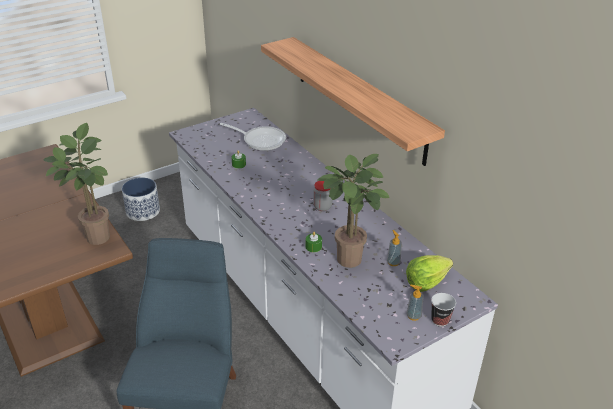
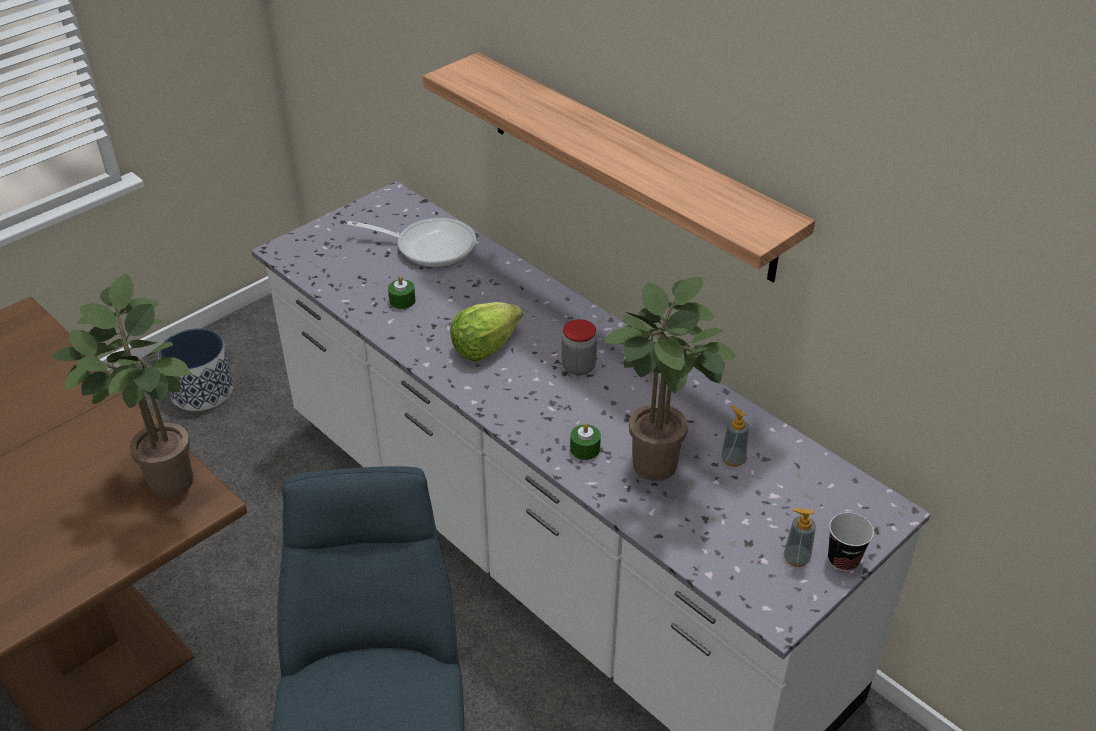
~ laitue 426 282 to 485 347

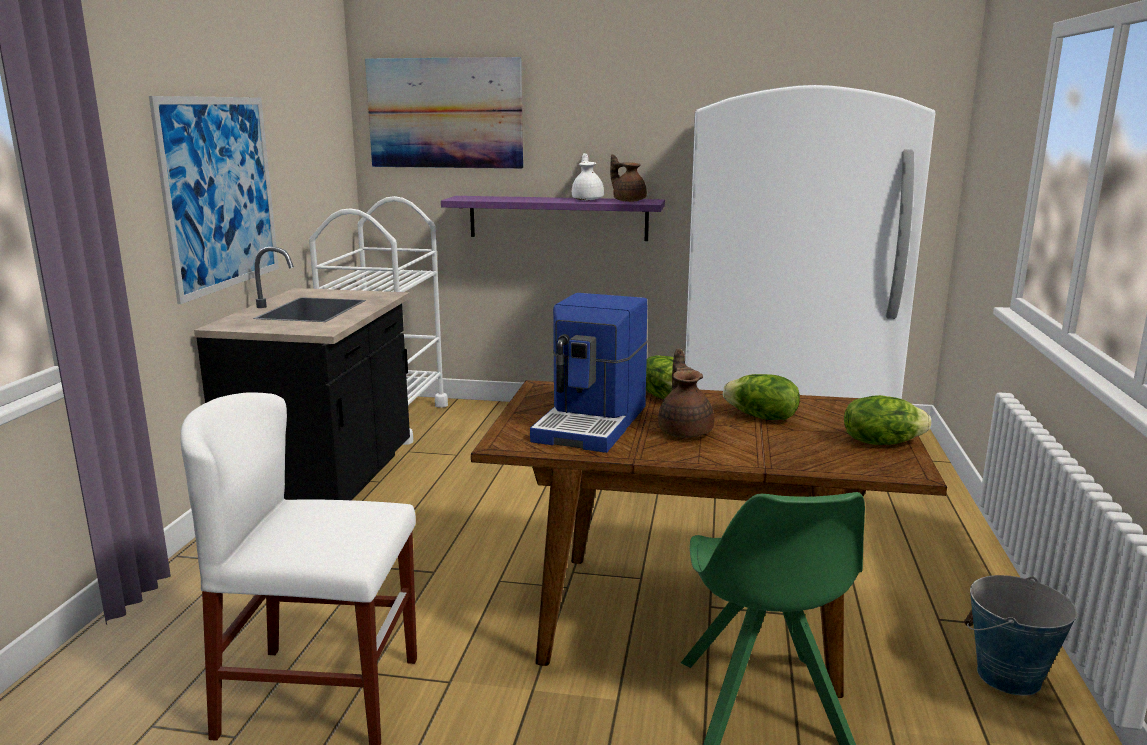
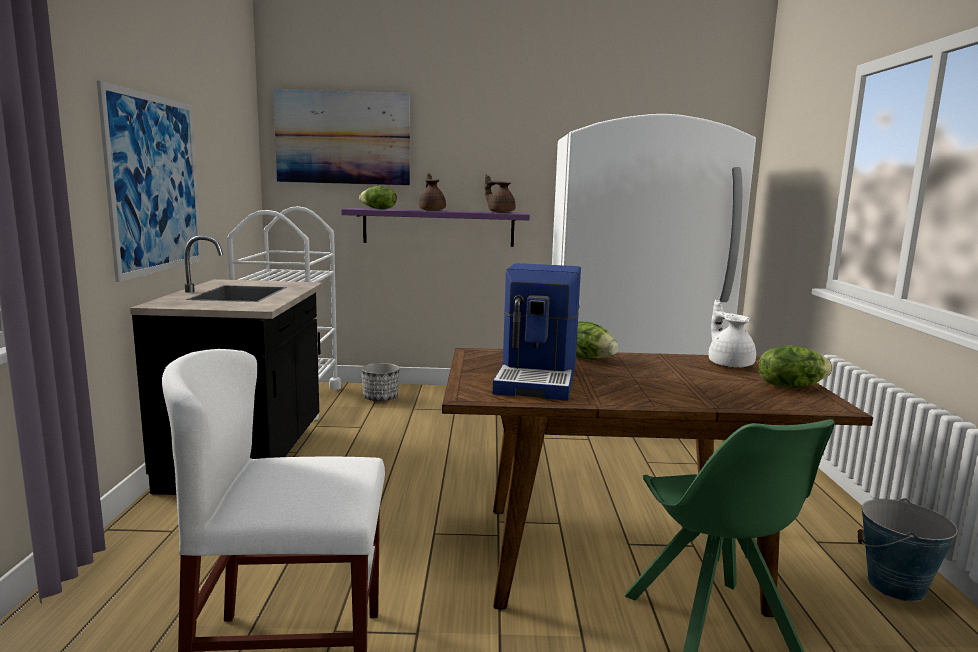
+ cache-pot 380 398
~ théière (blanc) 588 199 to 729 364
~ théière (marron) 685 431 to 432 210
~ laitue 761 417 to 378 209

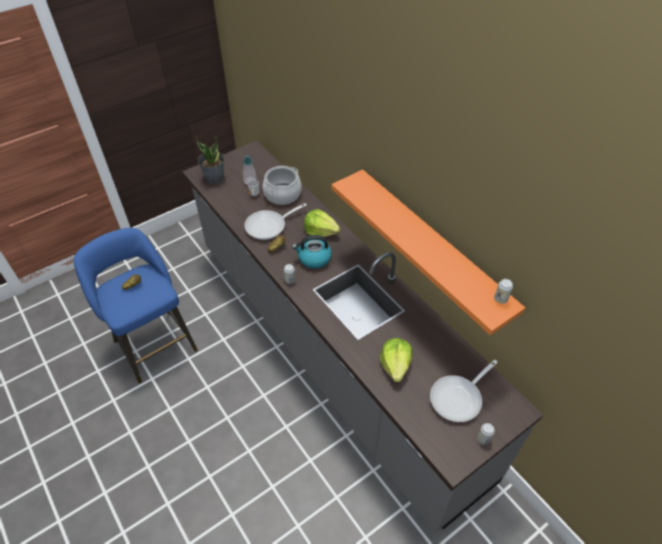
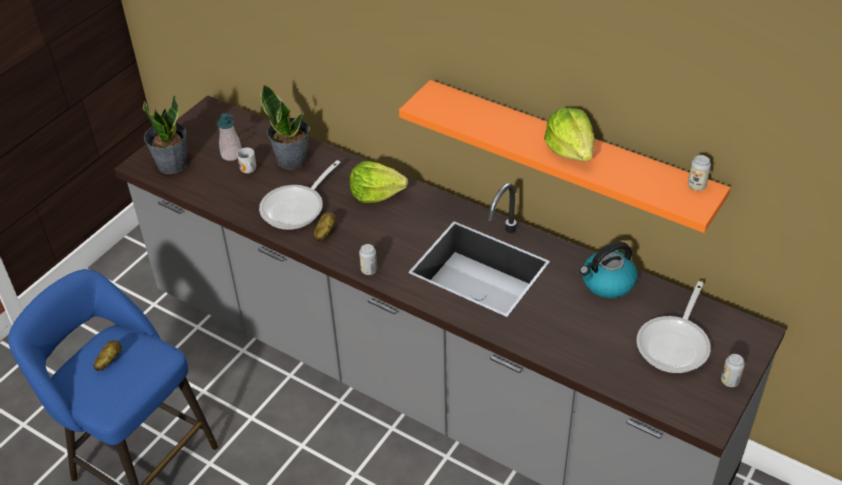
~ bouilloire 314 259 to 607 283
~ laitue 395 365 to 570 150
~ marmite 282 194 to plante en pot 292 159

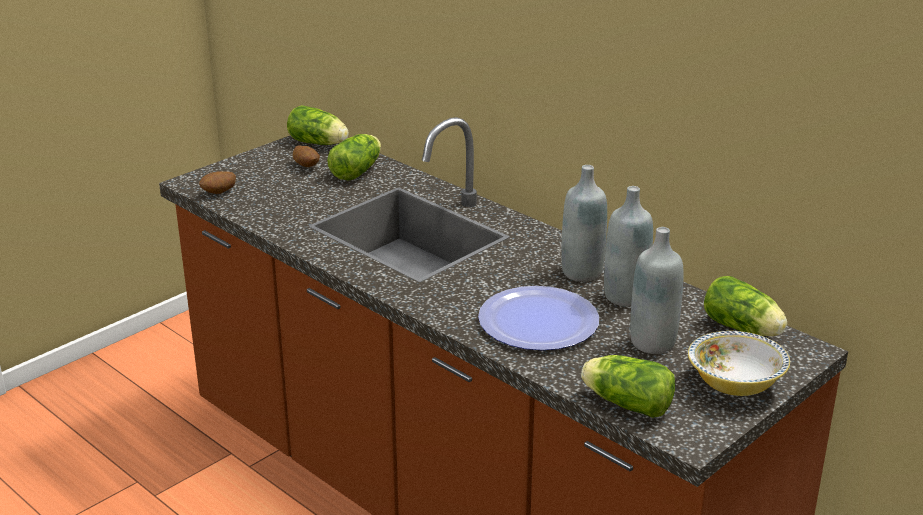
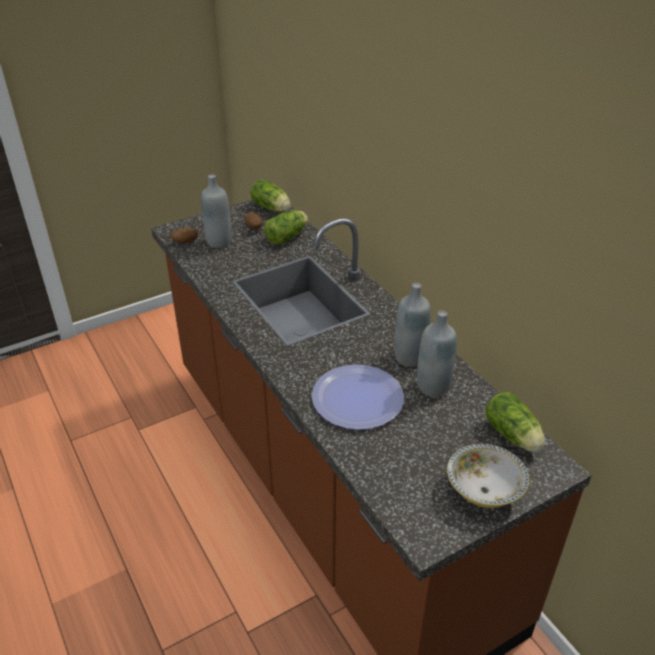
- laitue 625 403
~ bouteille (gris) 652 343 to 219 242

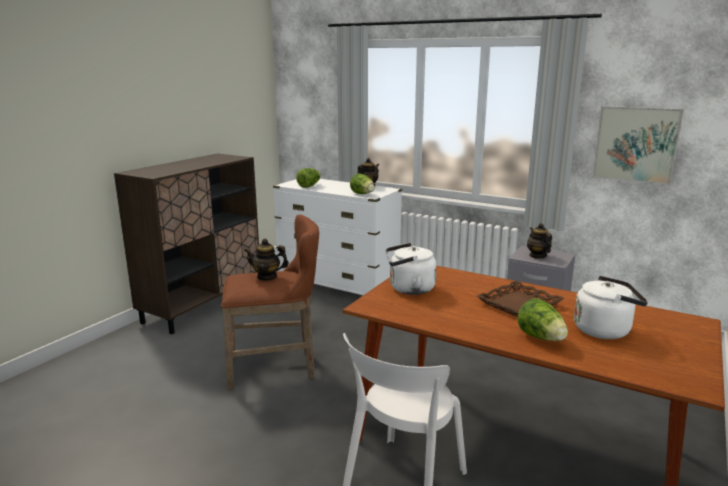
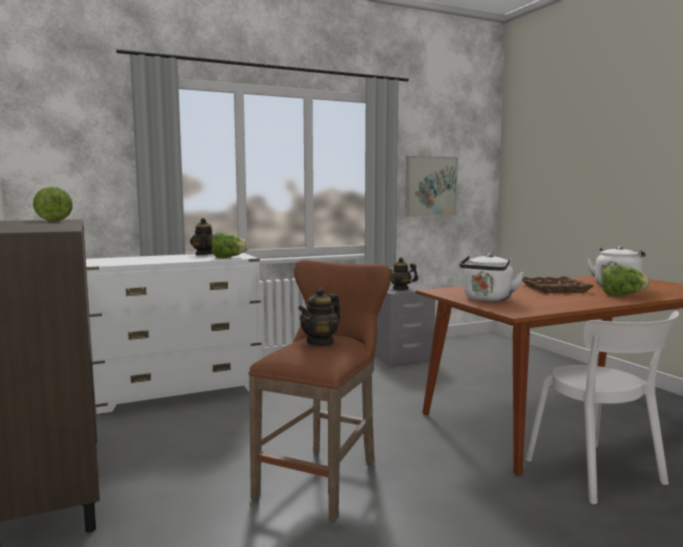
~ laitue 309 186 to 55 220

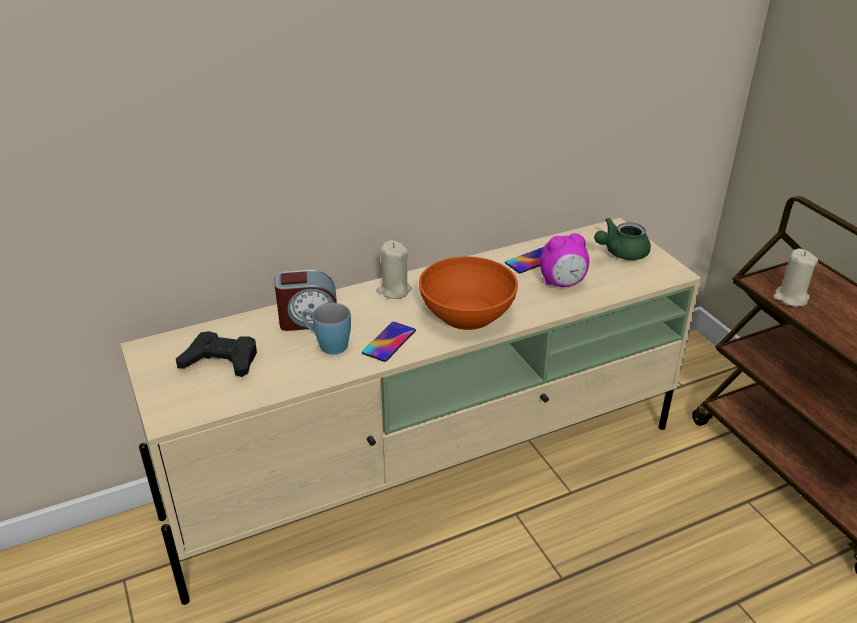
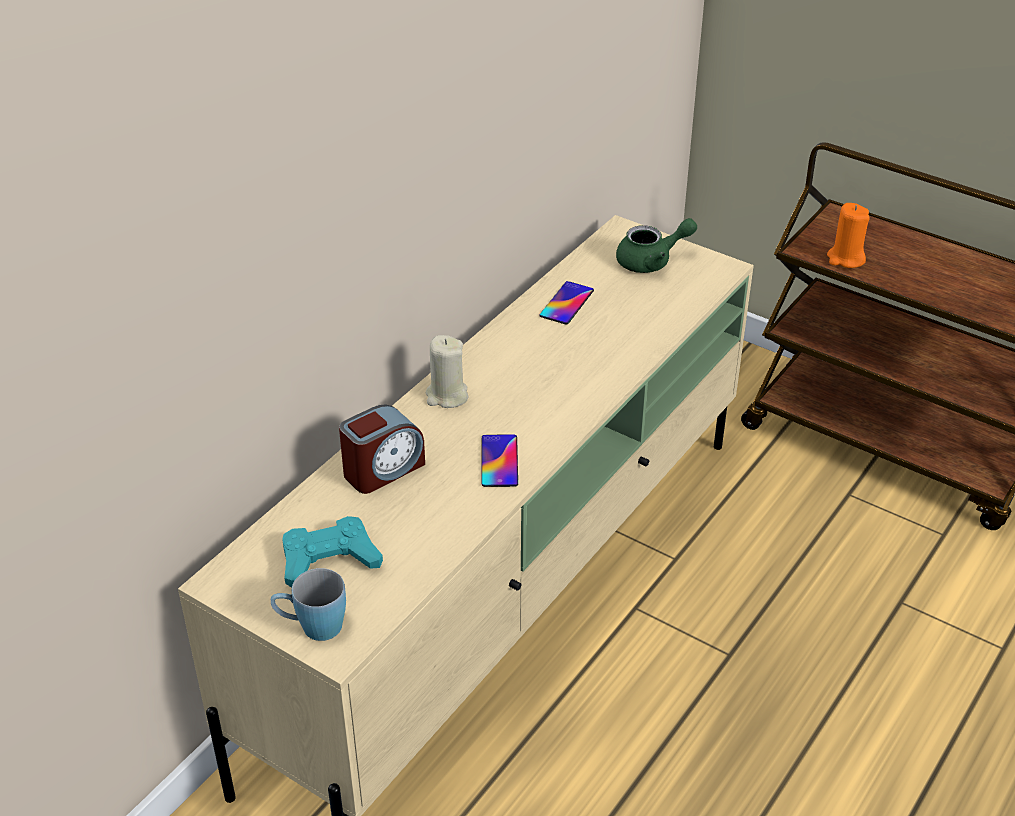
- bol (orange) 466 314
- réveil 562 284
~ mug (bleu) 327 344 to 312 627
~ manette (noir) 221 360 to manette (turquoise) 329 559
~ bougie (beige) 790 298 to bougie (orange) 845 258
~ théière (vert) 620 253 = 651 261 135 degrees counterclockwise

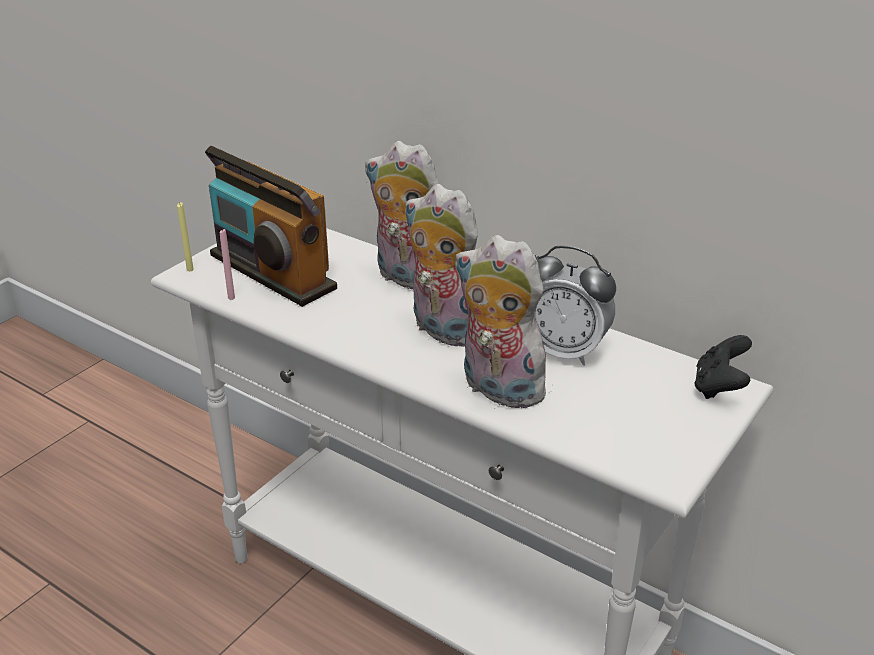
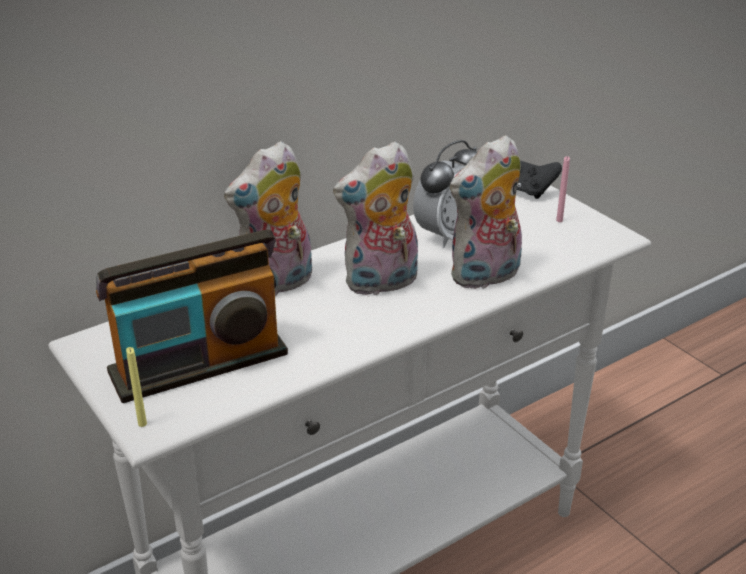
~ bougie (rose) 231 298 to 559 220

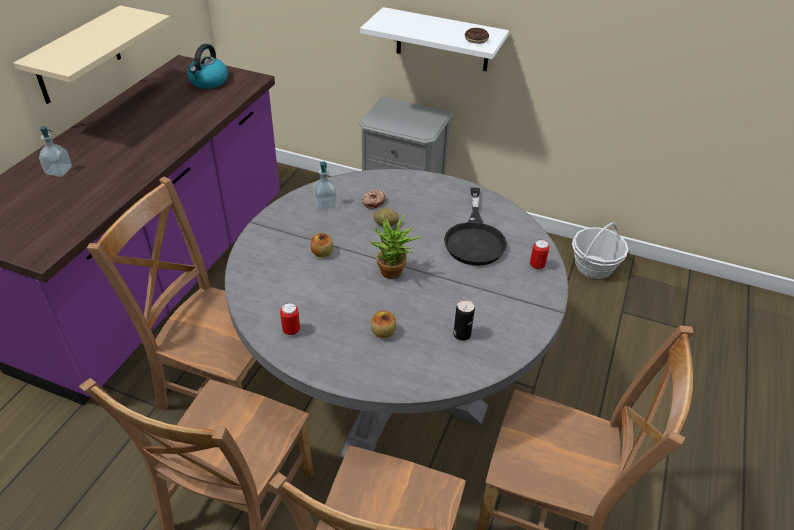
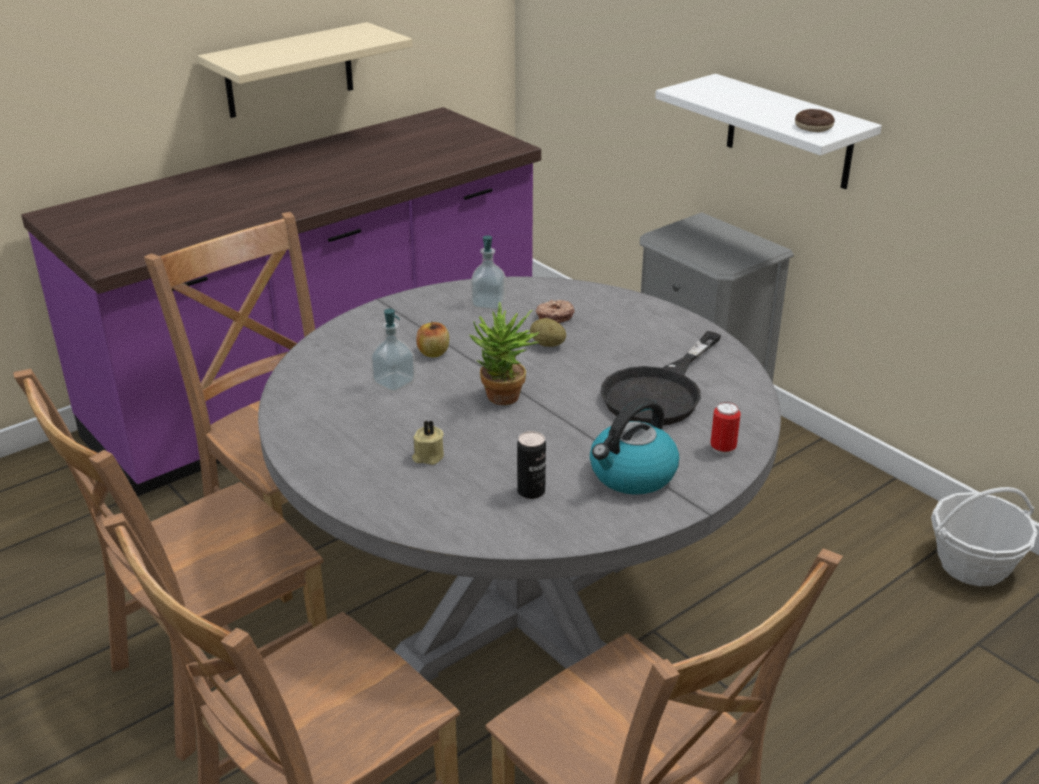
- boîte métallique 291 331
~ distributeur de savon 59 171 to 394 383
~ bouilloire 208 82 to 632 475
~ pomme 383 332 to bougie (beige) 428 456

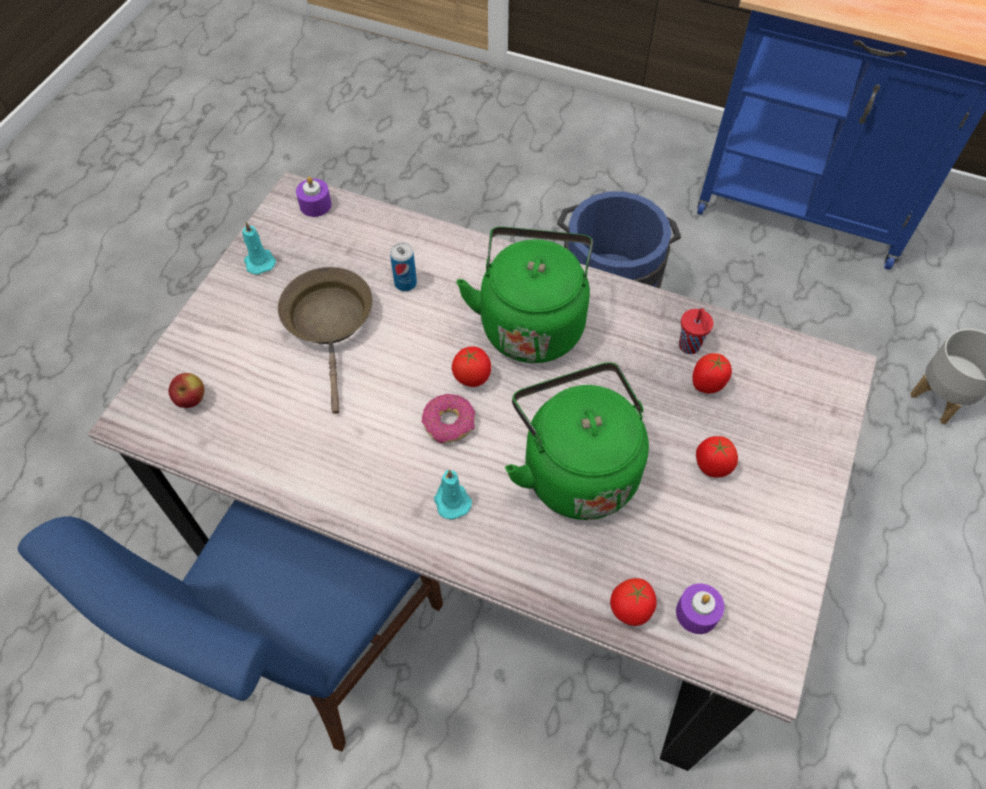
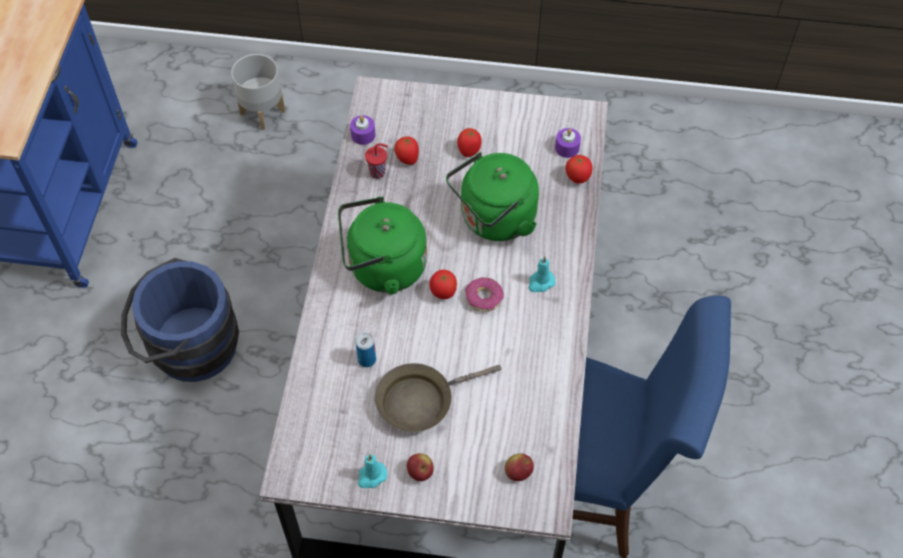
+ pomme 420 472
~ bougie (violet) 315 205 to 363 135

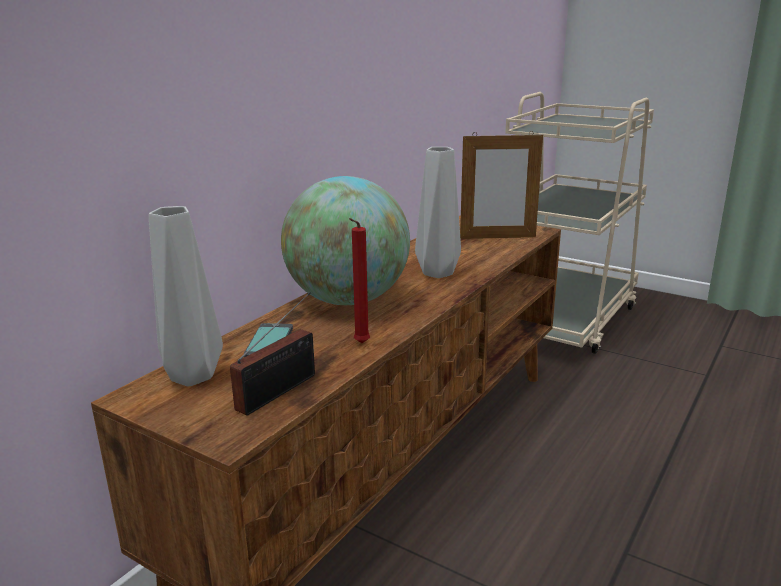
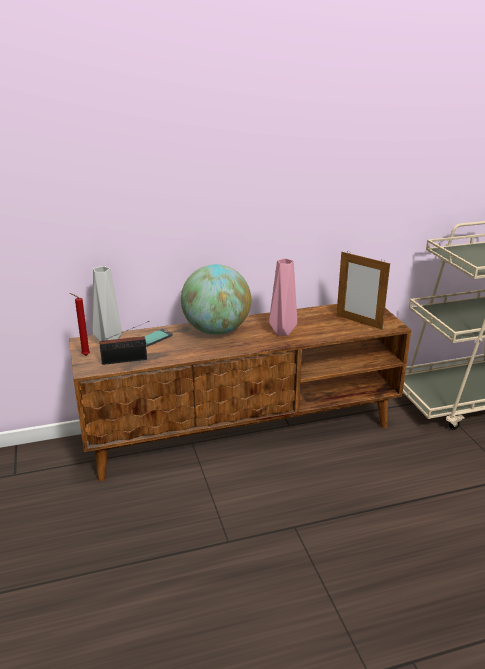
~ bougie (rouge) 360 344 to 84 355
~ vase (gris) 436 274 to vase (rose) 281 332

